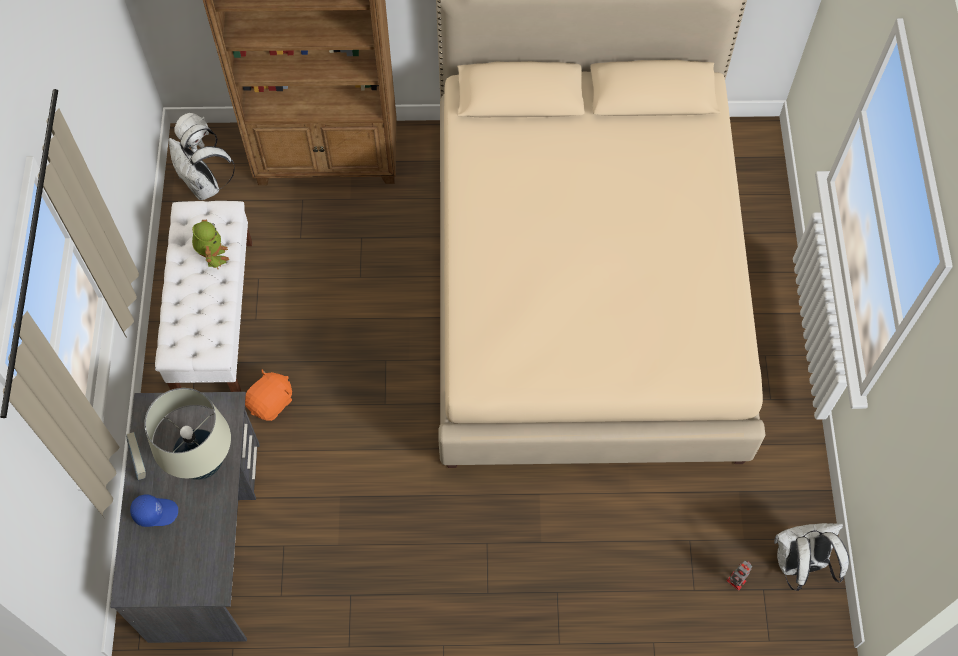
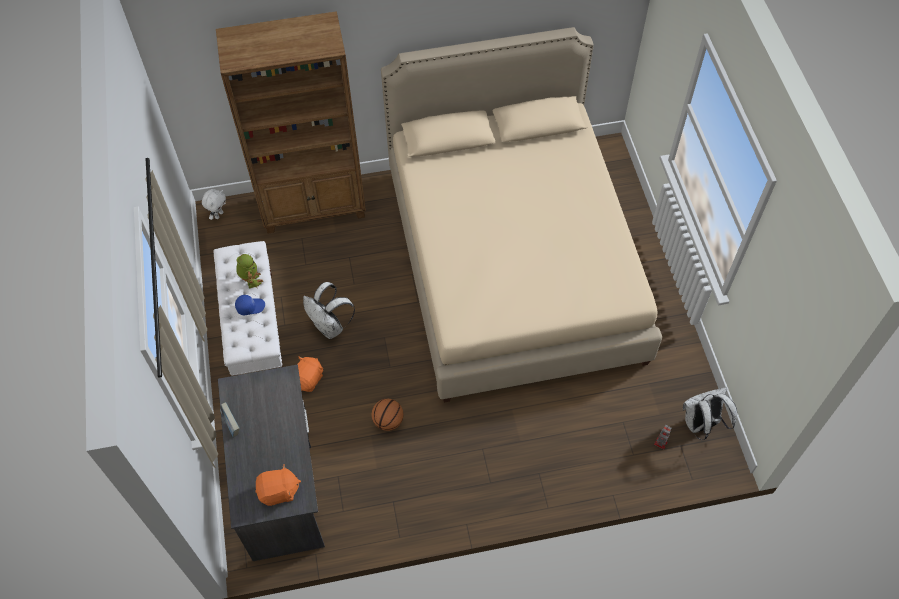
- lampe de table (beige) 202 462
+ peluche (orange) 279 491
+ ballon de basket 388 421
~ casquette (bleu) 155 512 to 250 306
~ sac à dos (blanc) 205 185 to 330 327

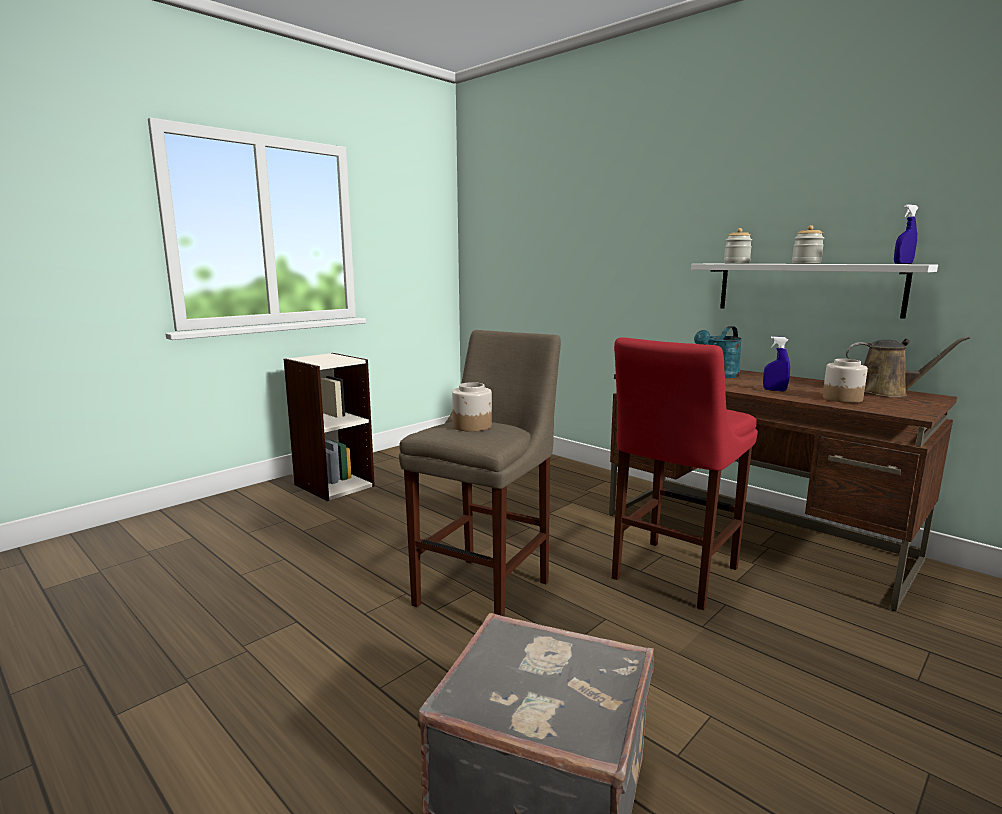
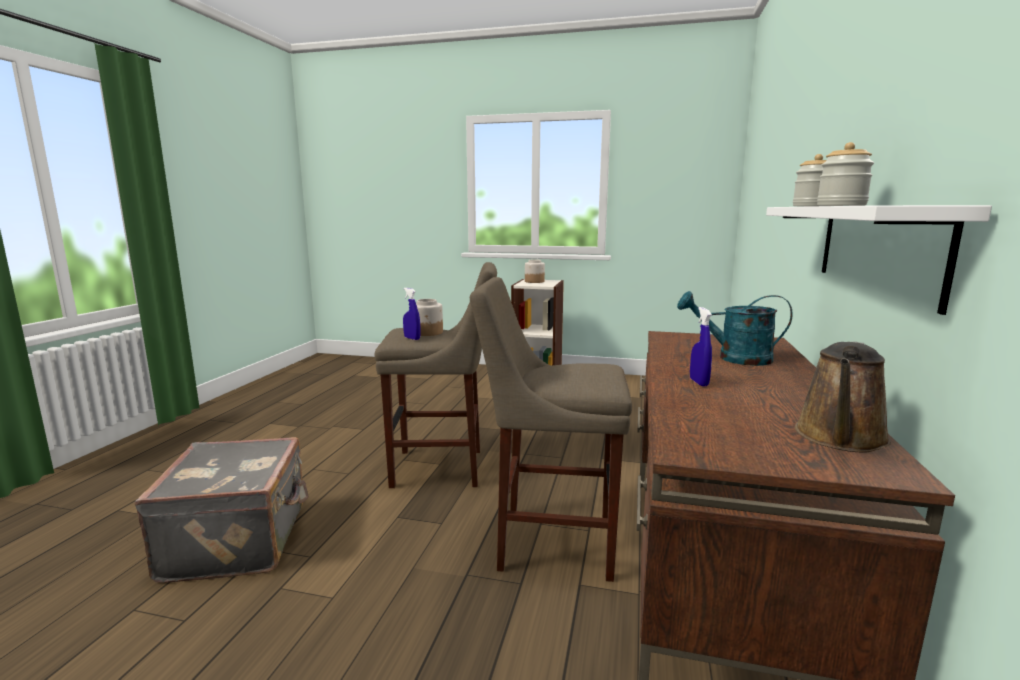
~ bocal 842 399 to 534 281
~ vaporisateur (bleu) 903 264 to 412 338
~ tabouret (rouge) 671 575 to tabouret (beige) 549 542
~ arrosoir (marron) 886 392 = 840 438 45 degrees clockwise

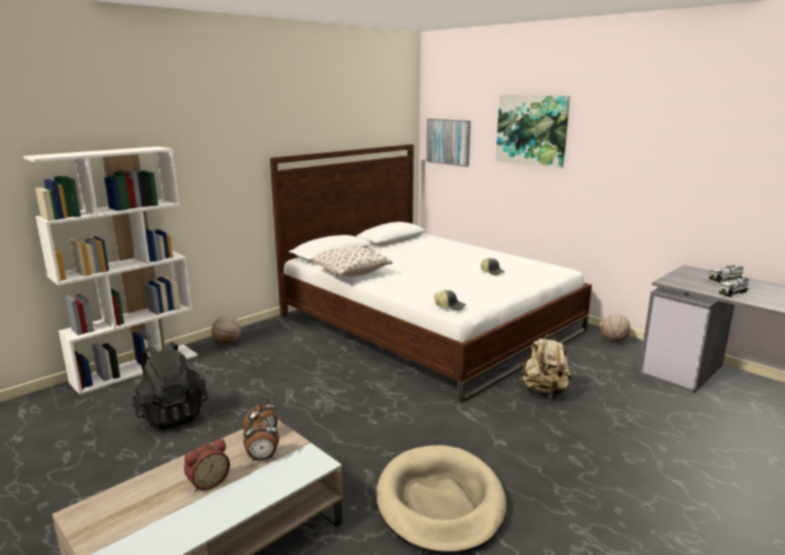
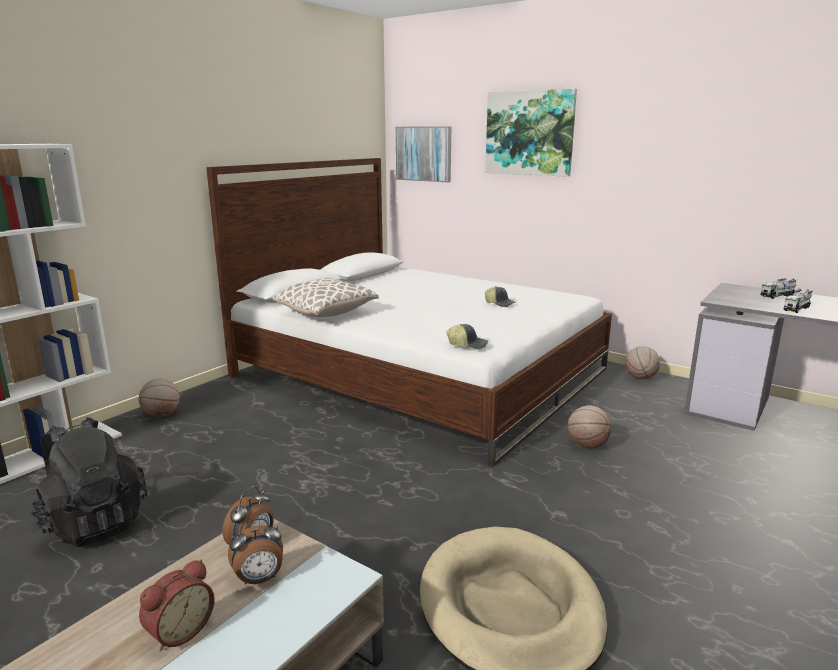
~ sac à dos (beige) 544 392 to ballon de basket 587 445

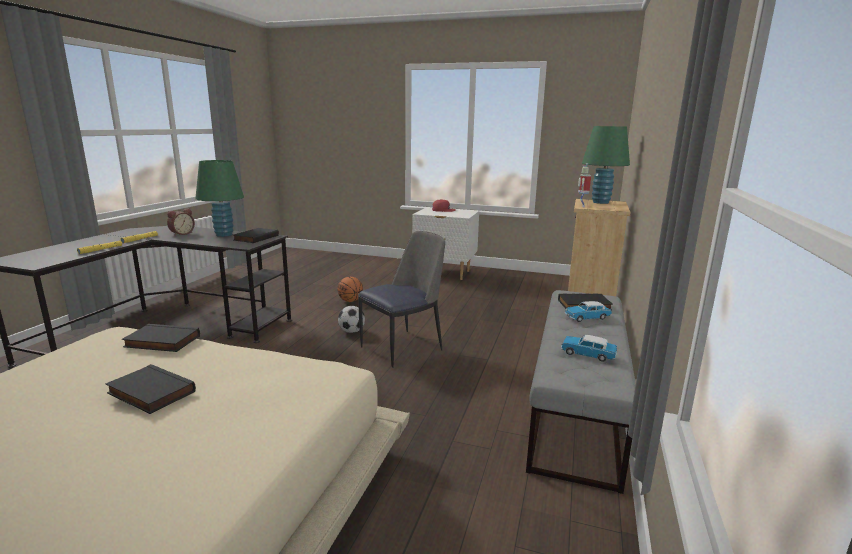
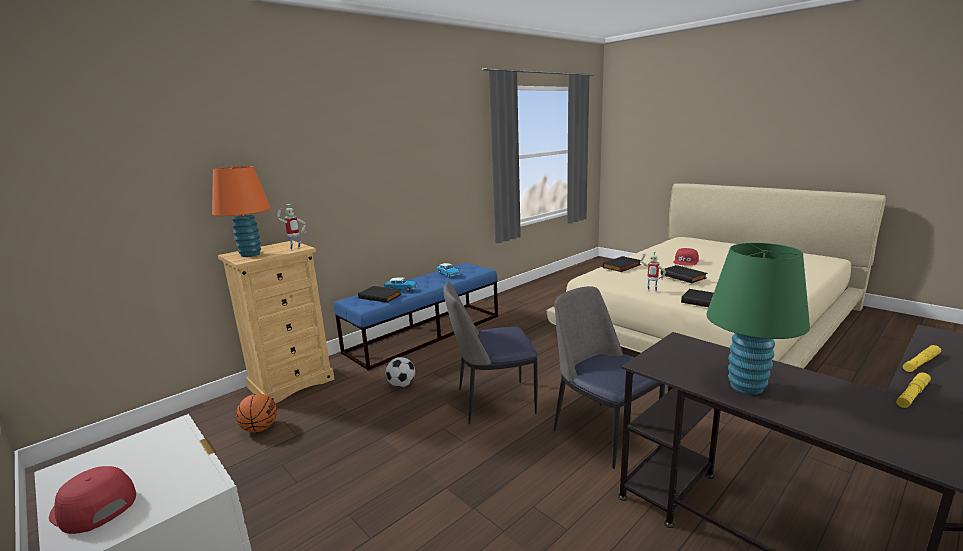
- réveil 181 234
+ chaise 603 432
+ robot jouet 651 291
+ casquette (rouge) 686 261
~ livre (noir) 255 238 to 622 266
~ ballon de basket 350 301 to 259 428
~ ballon de foot 351 332 to 402 385
~ banc (gris) 577 404 to banc (bleu) 425 333
~ lampe de table (vert) 600 202 to lampe de table (orange) 250 254

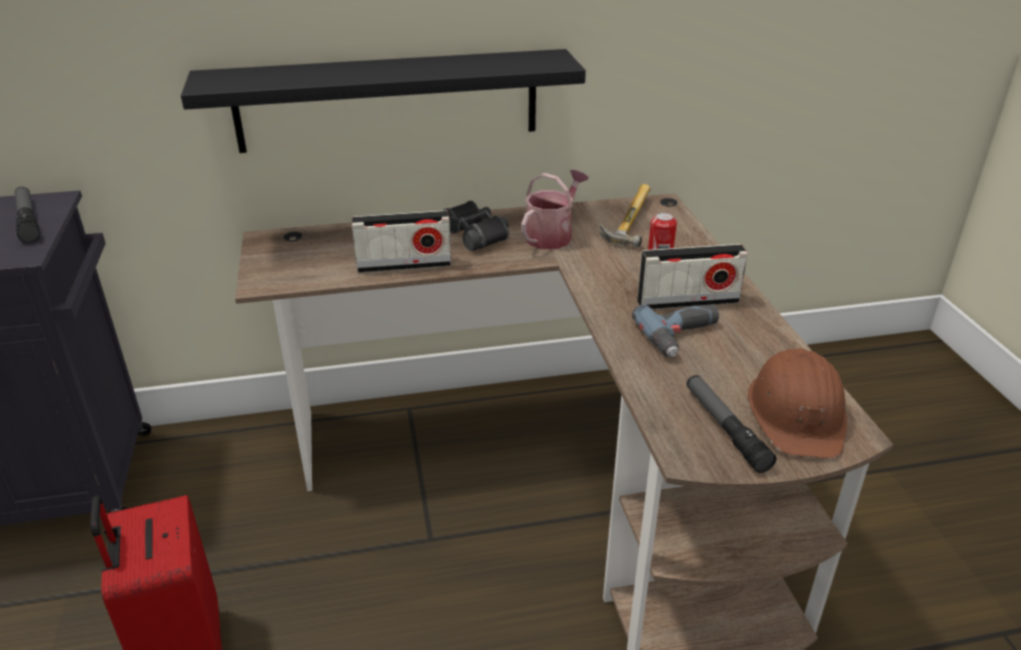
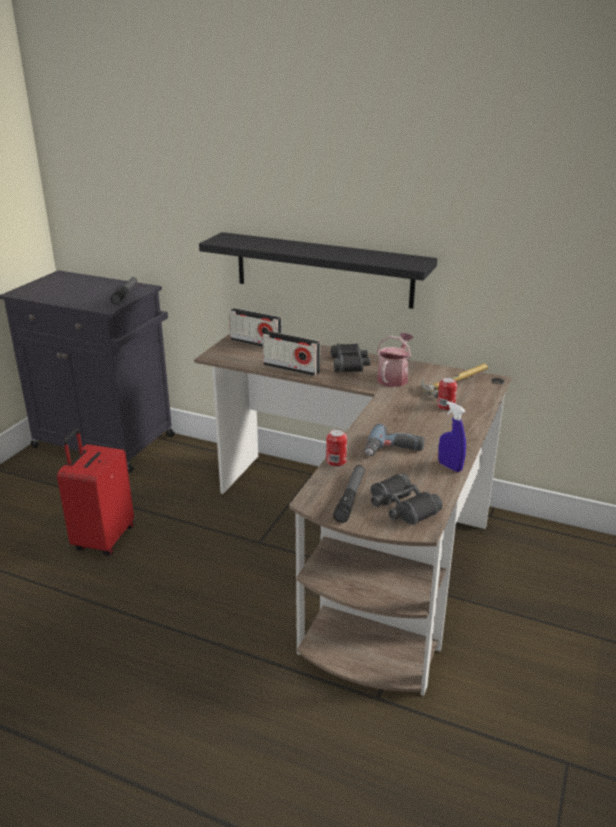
+ boîte métallique 336 461
+ vaporisateur (bleu) 450 466
~ radio 687 301 to 256 343
~ casque de chantier (marron) 797 414 to jumelles (noir) 401 507
~ arrosoir 552 235 = 394 377 45 degrees counterclockwise

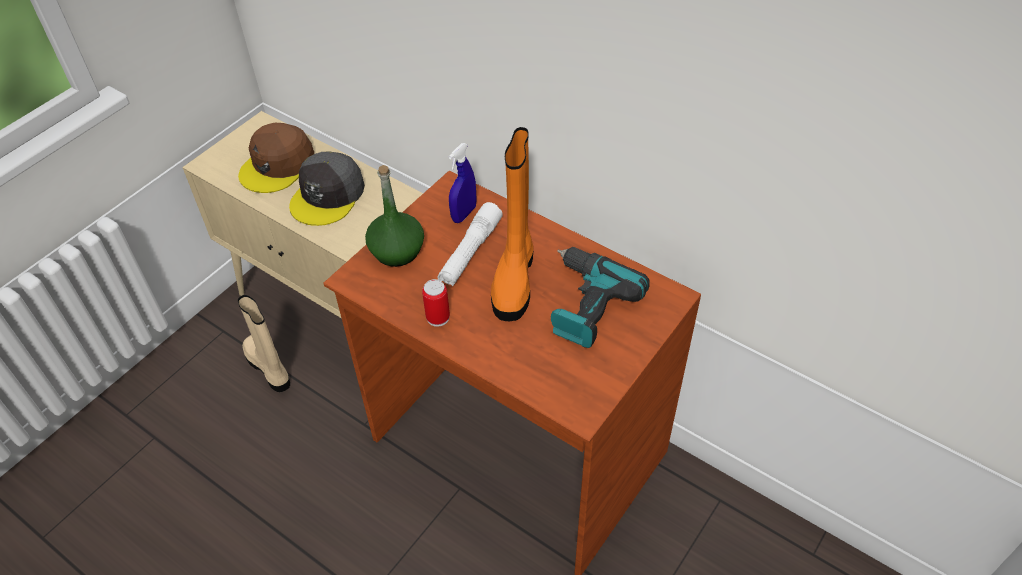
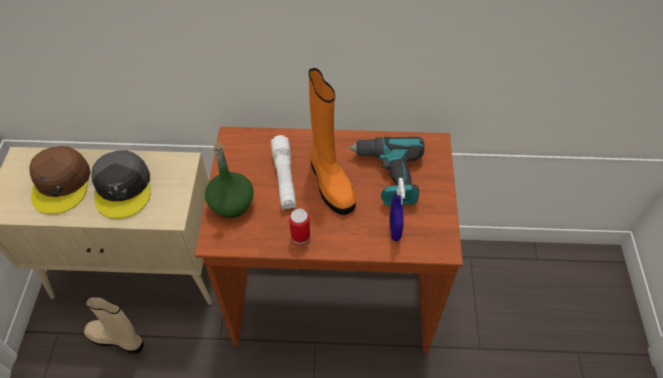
~ vaporisateur (bleu) 464 214 to 394 229

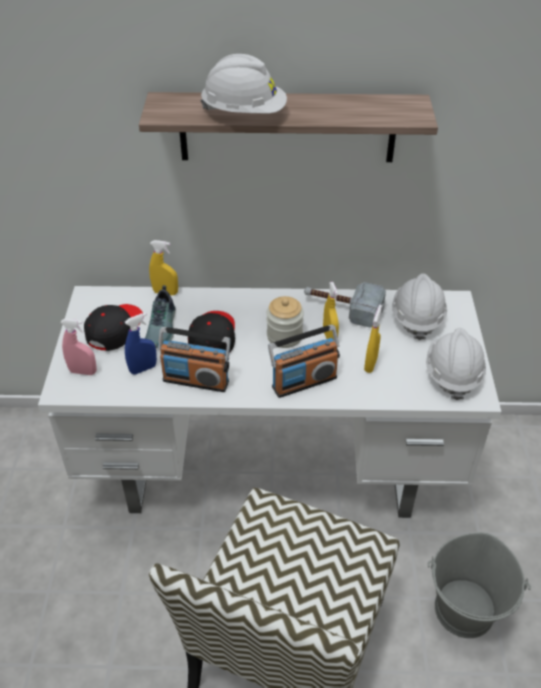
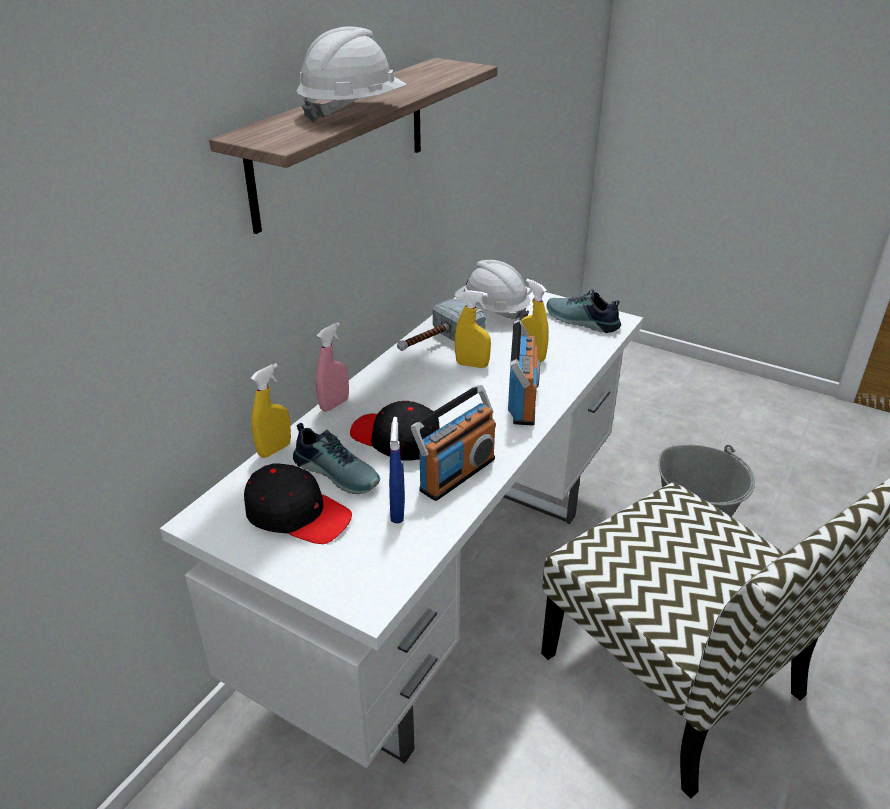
- bocal 284 336
~ vaporisateur (rose) 83 371 to 334 404
~ casque de chantier (blanc) 452 374 to chaussure 581 321
~ casquette (noir) 114 329 = 297 514 150 degrees clockwise

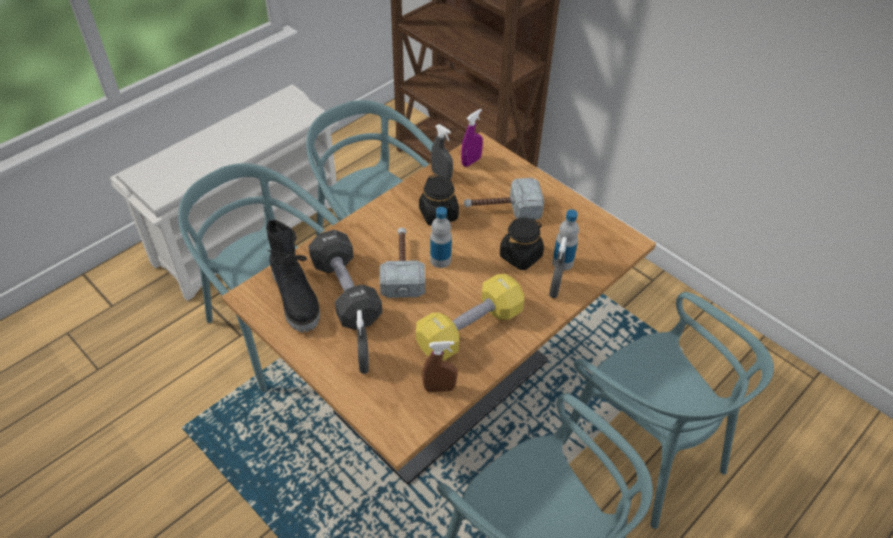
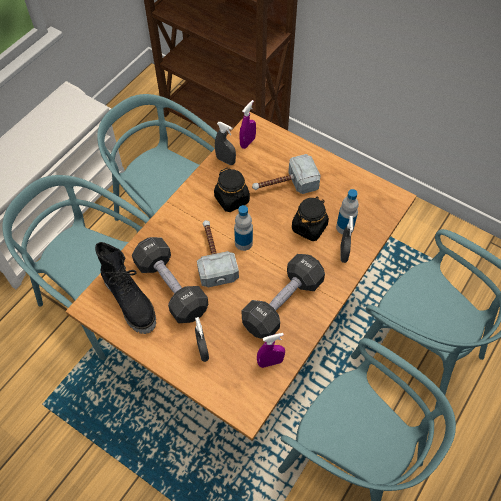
~ haltère (jaune) 470 329 to haltère (noir) 282 303
~ vaporisateur (marron) 439 388 to vaporisateur (violet) 270 362

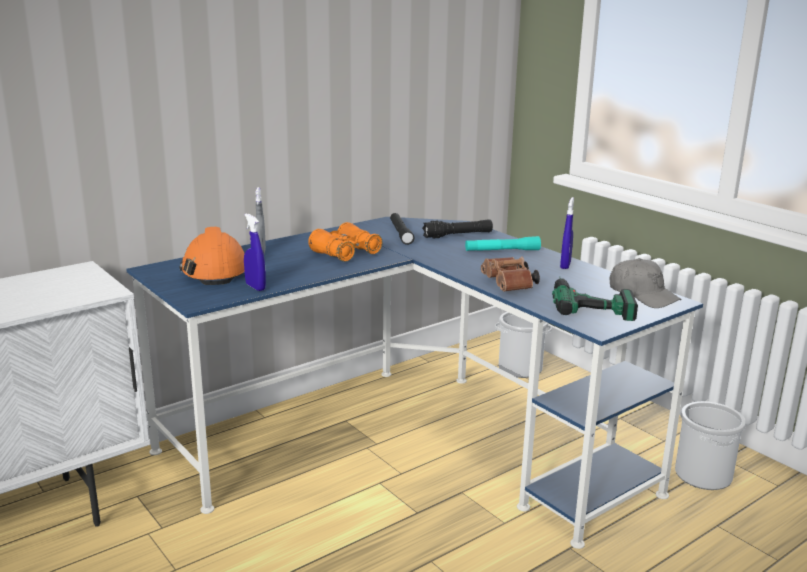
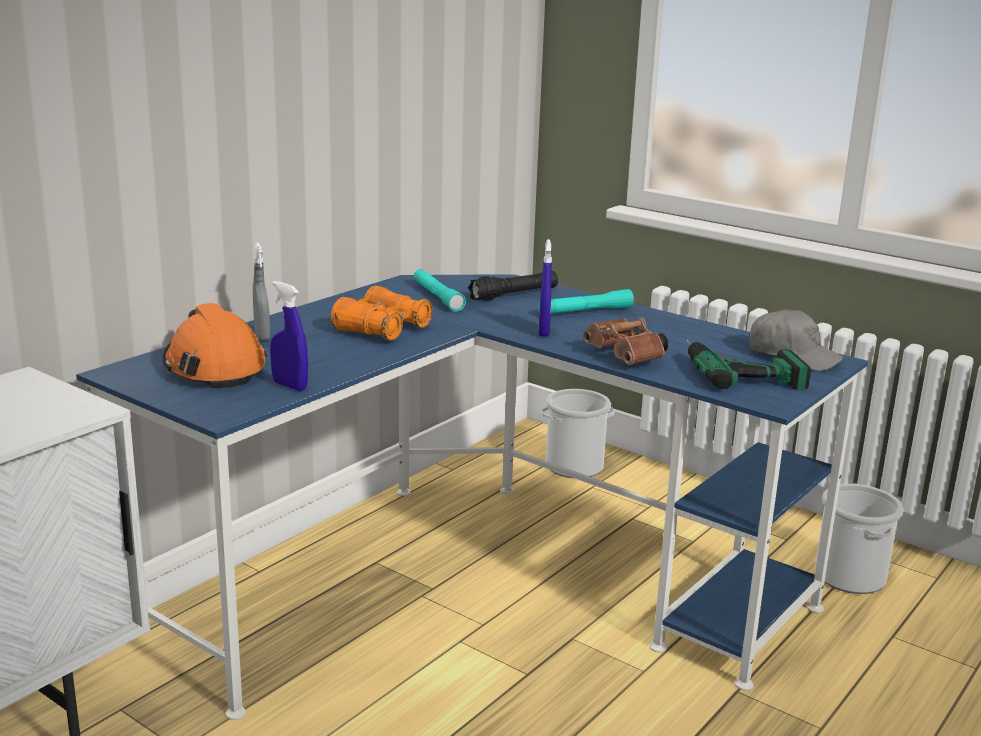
~ vaporisateur (bleu) 565 265 to 544 331
~ lampe de poche (noir) 401 233 to lampe de poche (turquoise) 437 297

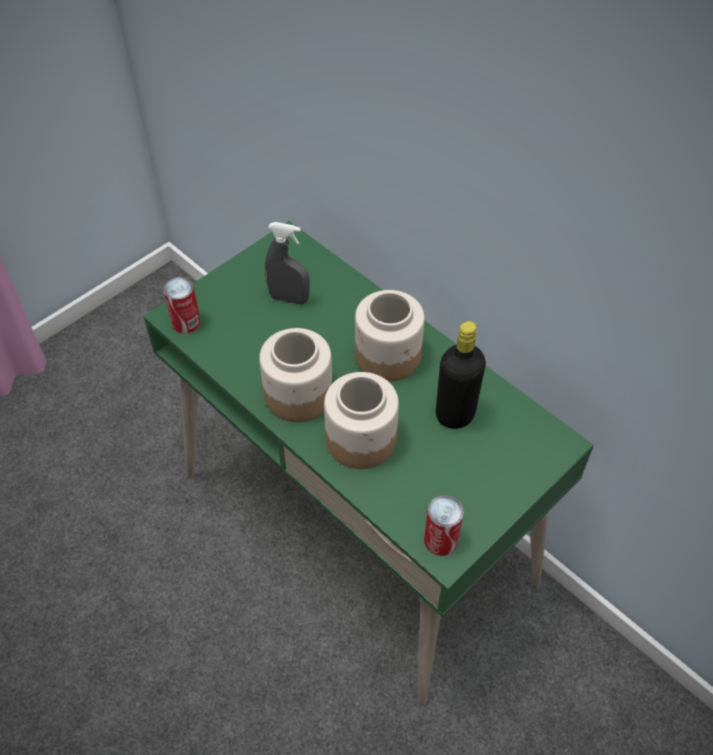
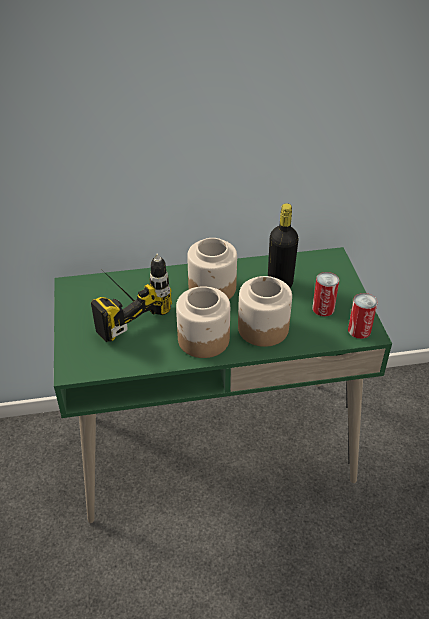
~ boîte métallique 186 322 to 323 308
~ vaporisateur (gris) 289 298 to perceuse 121 308

